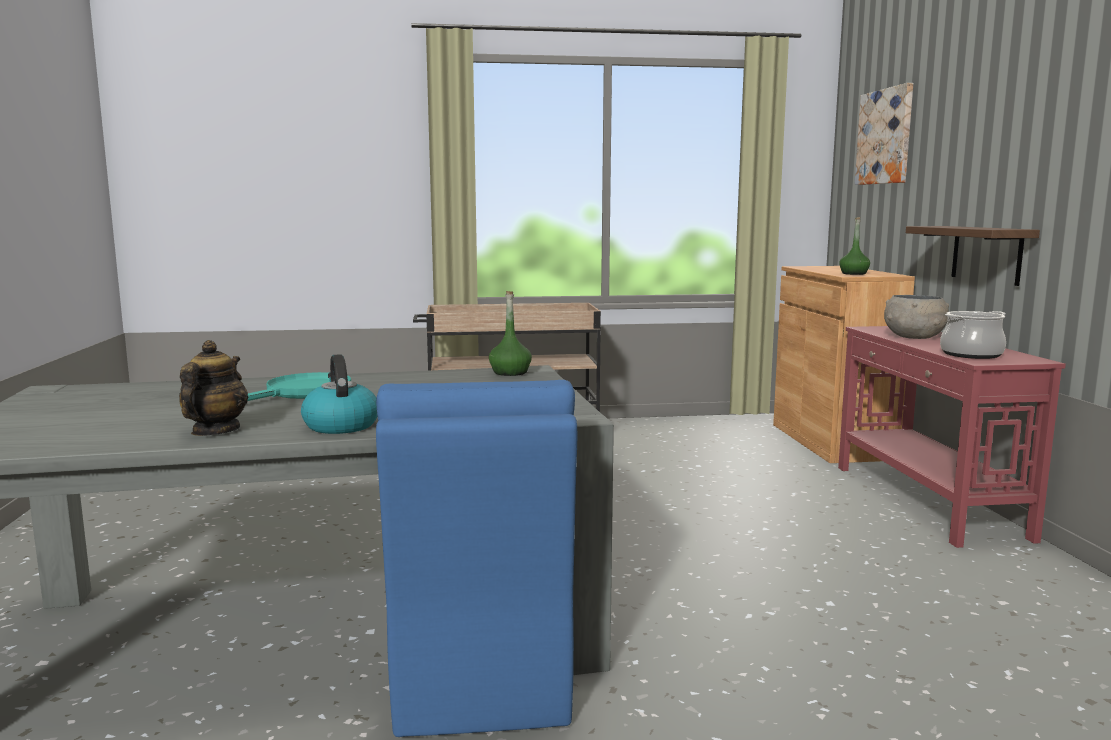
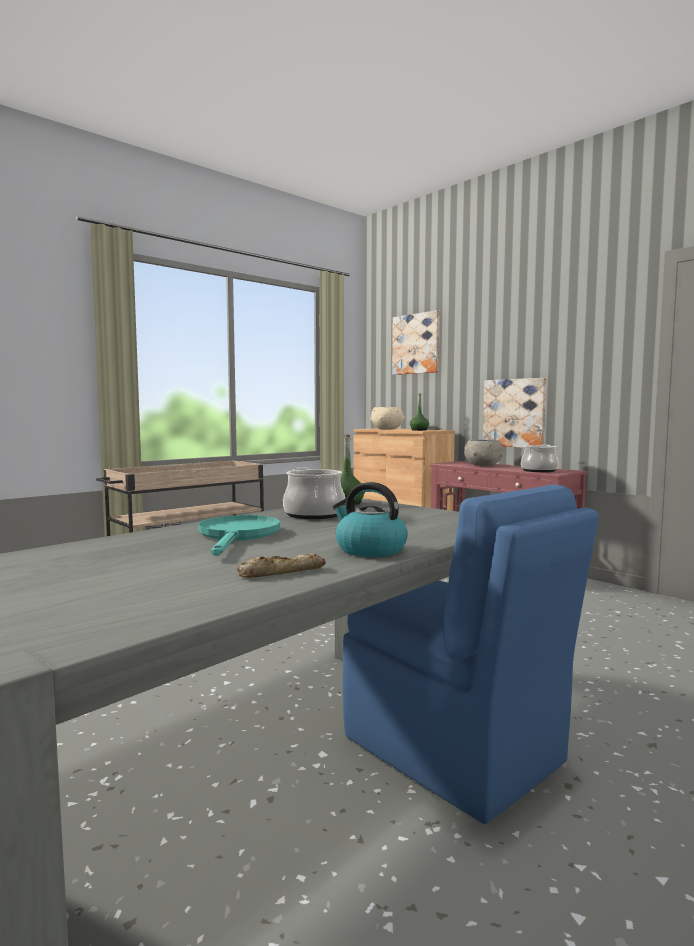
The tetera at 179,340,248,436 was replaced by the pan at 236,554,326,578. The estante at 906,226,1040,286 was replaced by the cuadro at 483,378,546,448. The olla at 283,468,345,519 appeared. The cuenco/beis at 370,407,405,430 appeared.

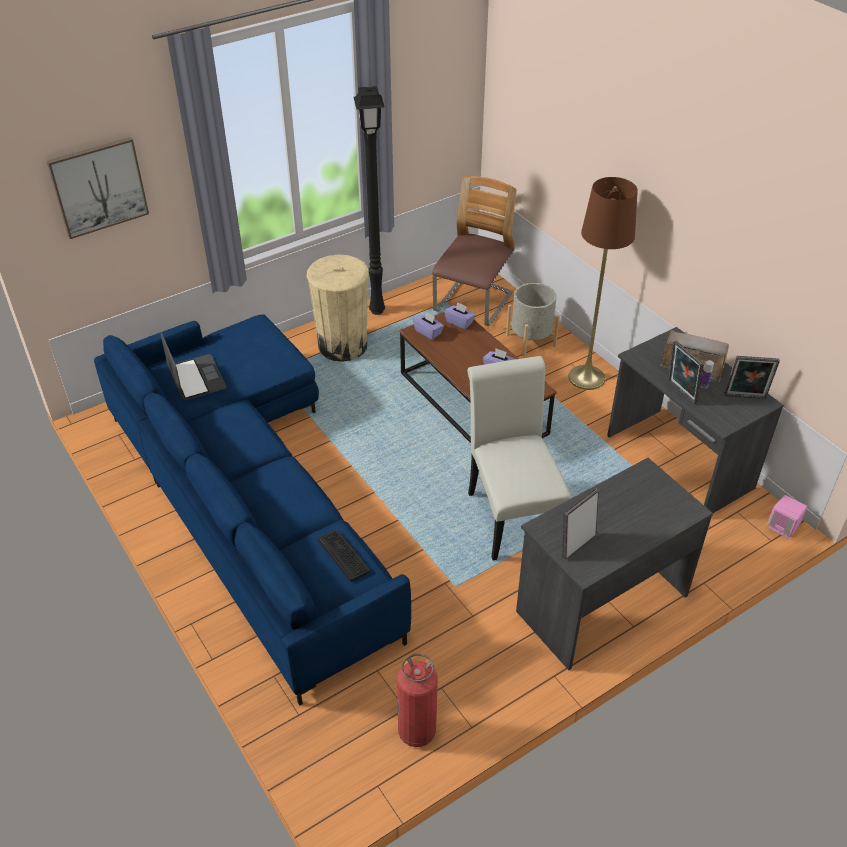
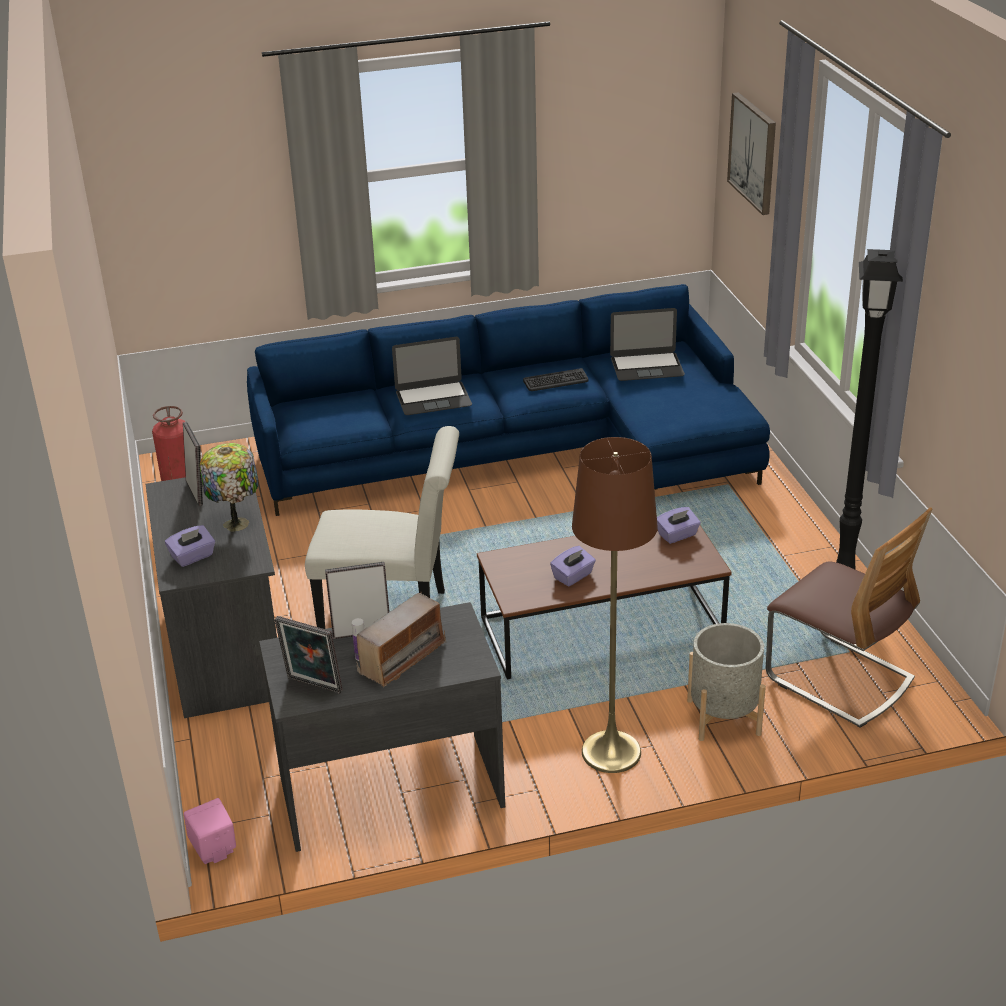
The papelera/beis at 307,254,369,362 disappeared. The teclado moved from 318,530,370,582 to 523,368,589,391. The caja de pañuelos/morado moved from 444,302,475,329 to 165,525,215,567. The portarretratos at 724,356,780,399 turned 90 degrees counterclockwise. The lámpara de mesa at 200,443,258,532 appeared. The portátil at 392,337,472,415 appeared.

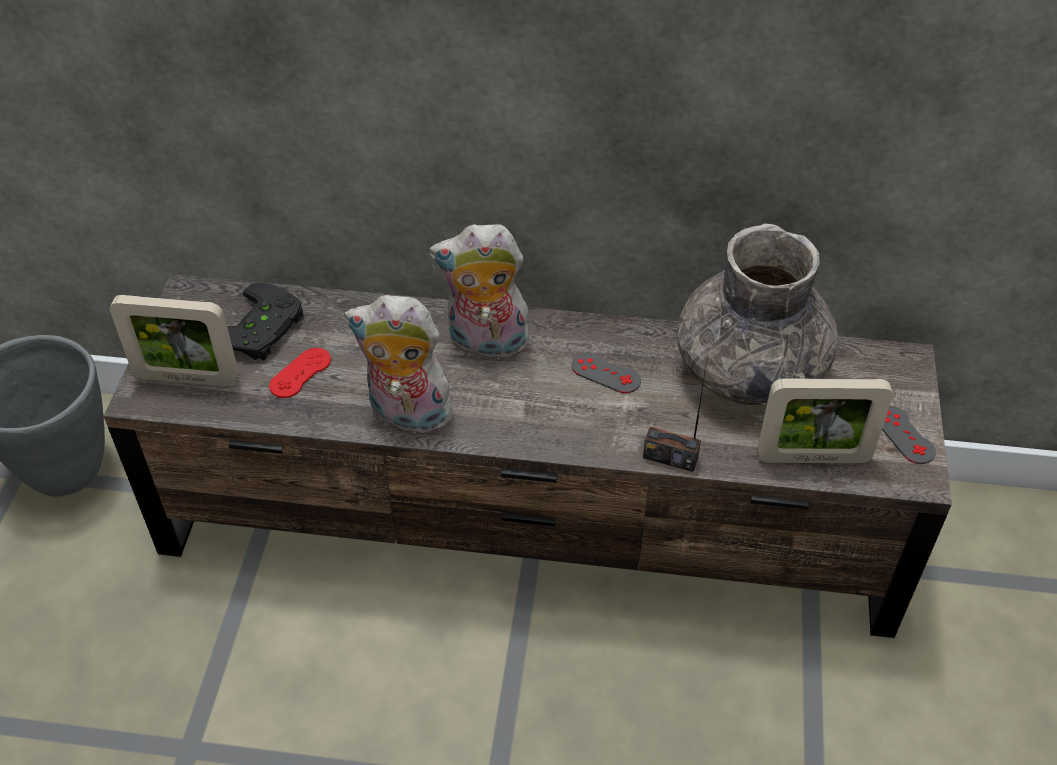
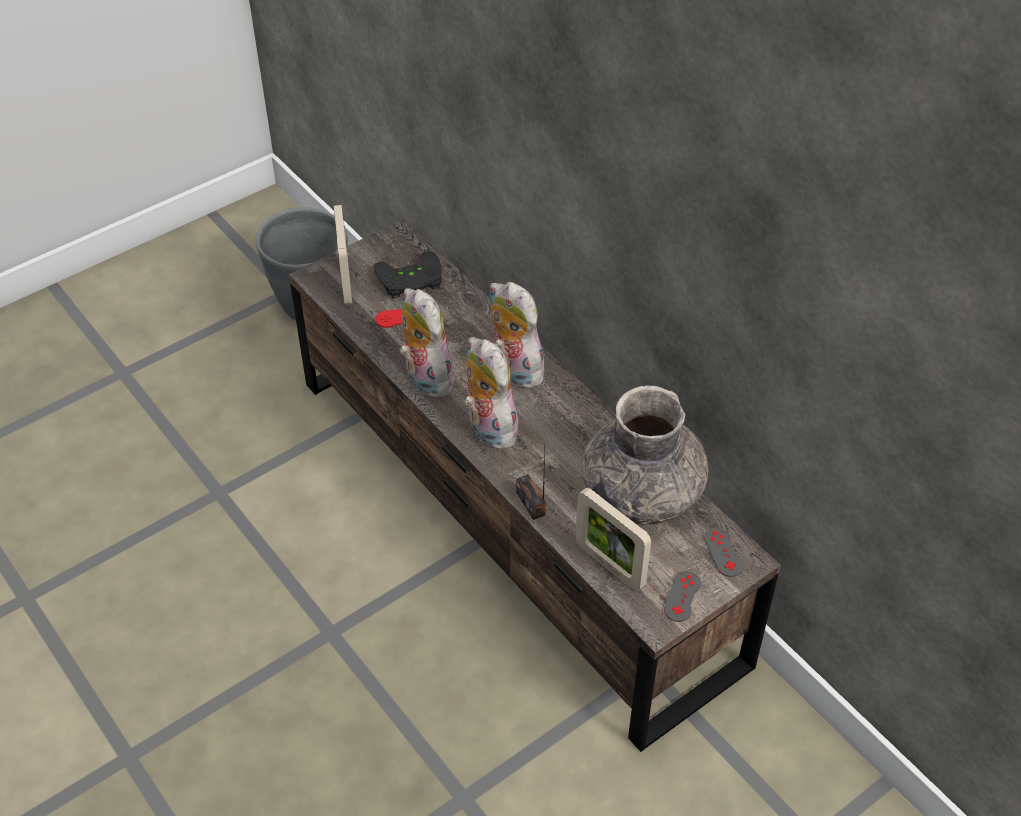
The portarretratos at 110,295,239,386 turned 150 degrees counterclockwise. The mando de consola/gris moved from 571,353,641,393 to 704,528,743,577. The peluche at 464,337,519,449 appeared.

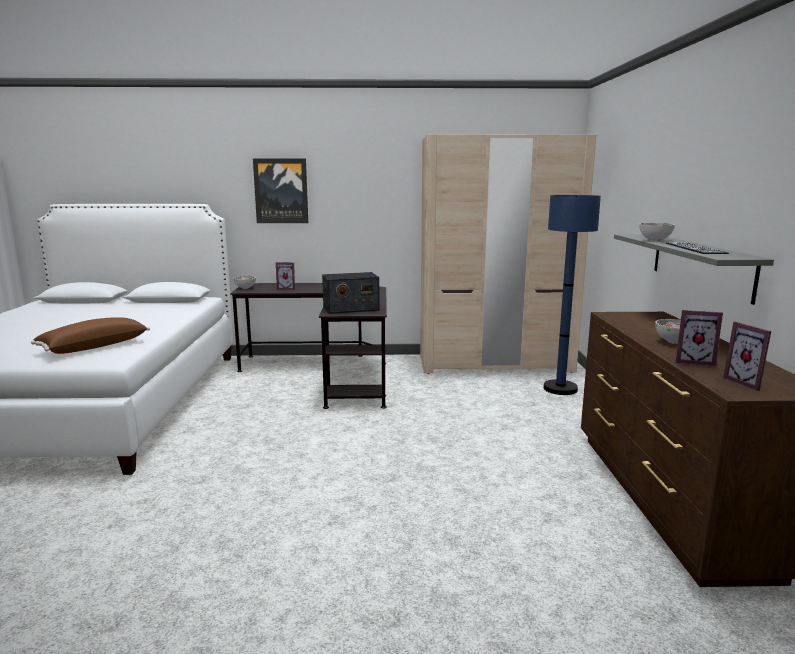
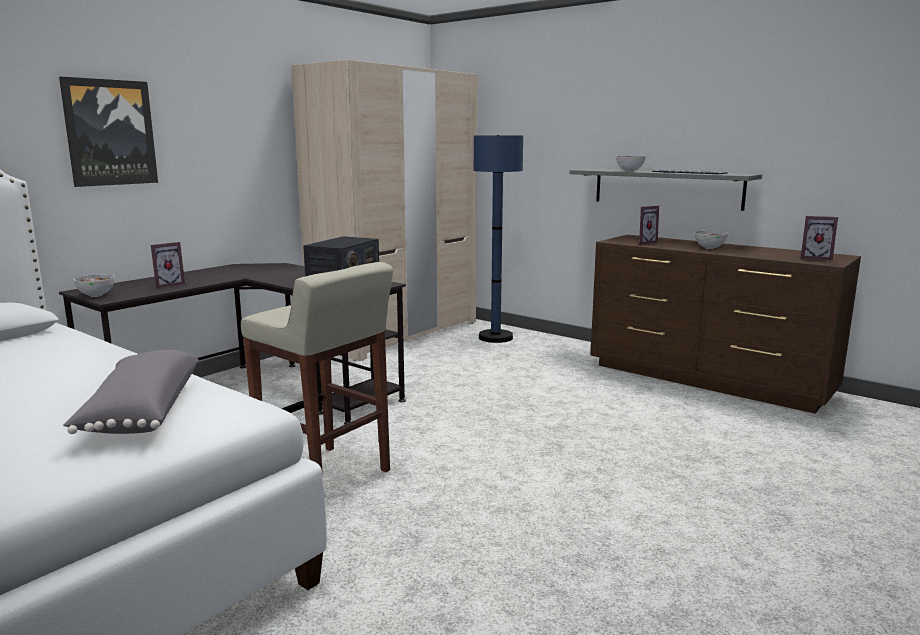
The cojín/marrón at 31,317,150,354 became the cojín/gris at 63,350,199,434. The portarretratos moved from 676,310,723,366 to 638,205,659,245. The taburete/beis at 241,262,393,475 appeared.

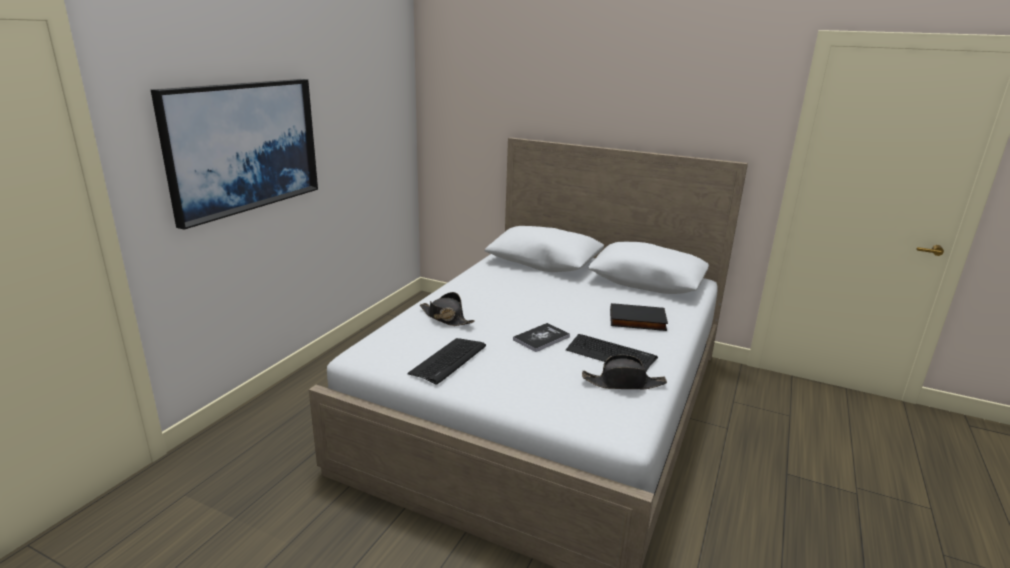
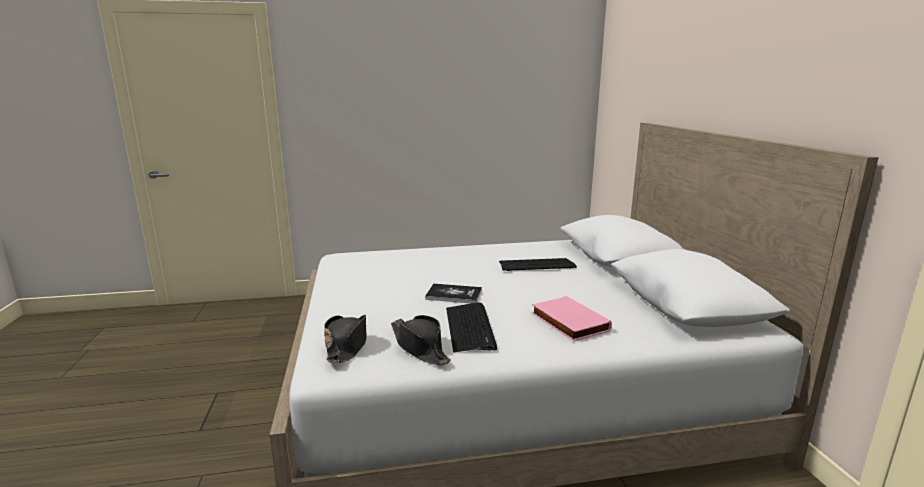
The cuadro at 151,79,318,230 disappeared. The teclado moved from 407,338,486,385 to 499,258,577,271. The sombrero/negro moved from 420,292,475,326 to 324,315,367,363. The libro/negro at 610,303,668,331 became the libro/rosa at 532,296,612,341.

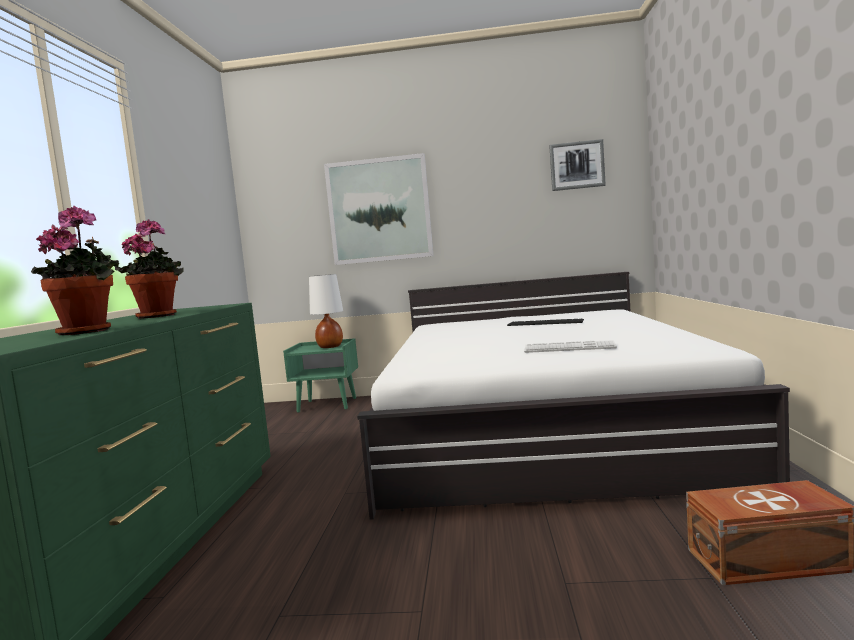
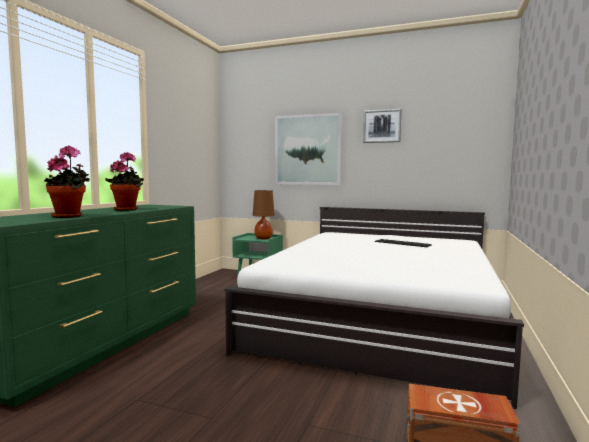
The lámpara de mesa/blanco at 309,274,343,348 became the lámpara de mesa/marrón at 253,190,275,239. The teclado at 524,340,617,353 disappeared. The cuadro moved from 549,139,606,191 to 363,109,402,143.

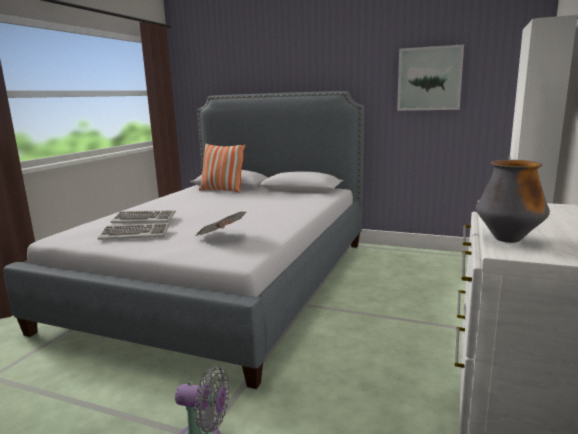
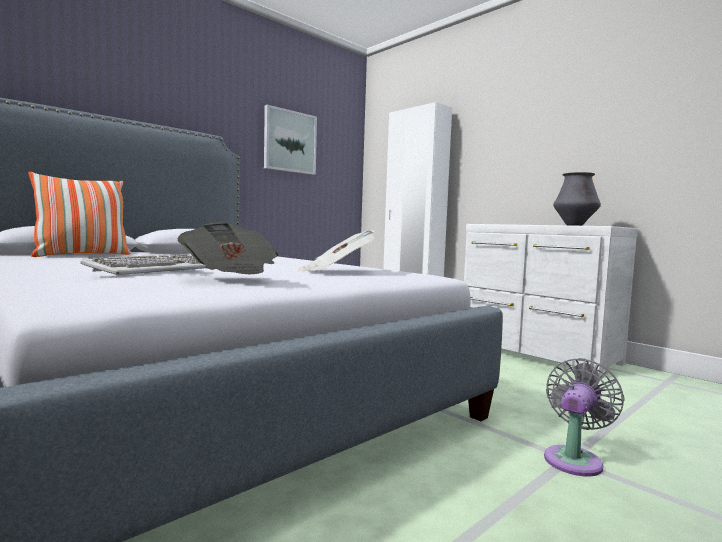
The teclado at 98,223,170,240 was replaced by the periódico at 177,222,278,274.

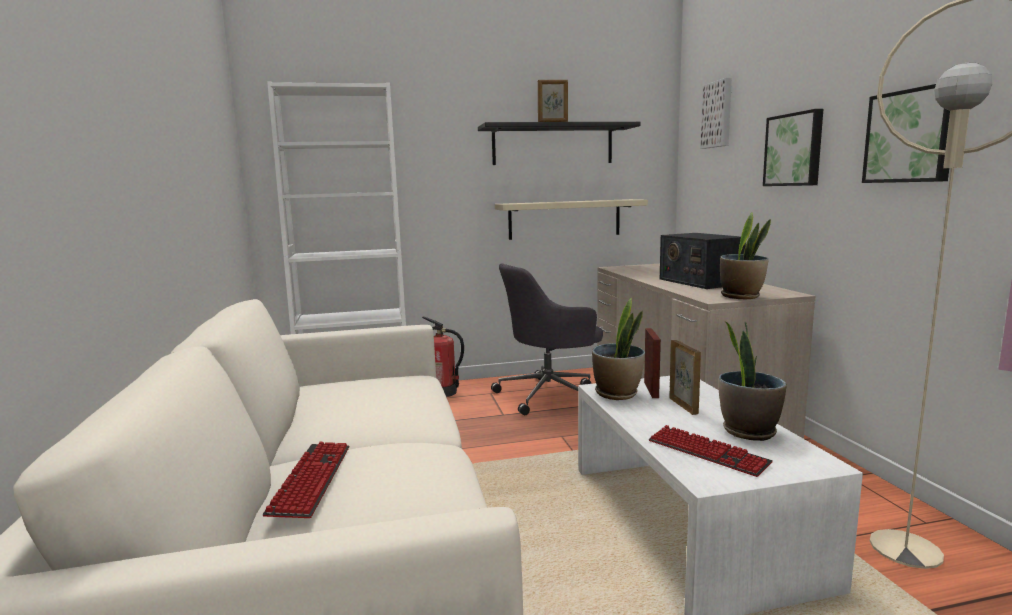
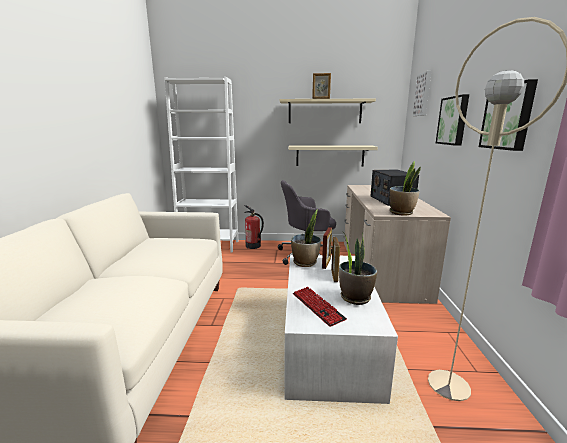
The teclado at 262,441,350,518 disappeared. The estante/negro at 478,122,641,165 became the estante/beis at 280,99,376,123.

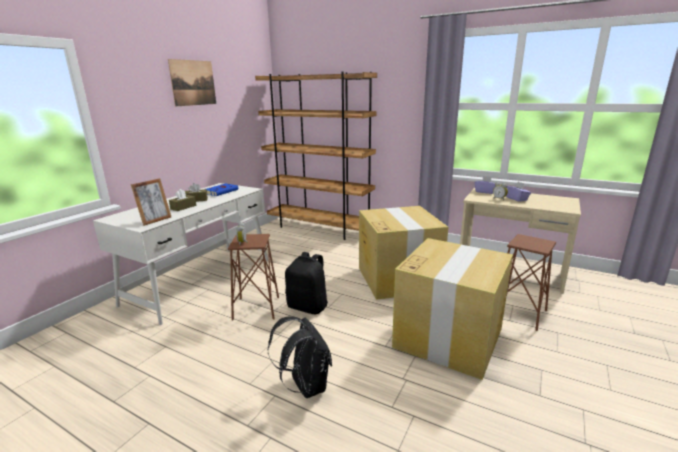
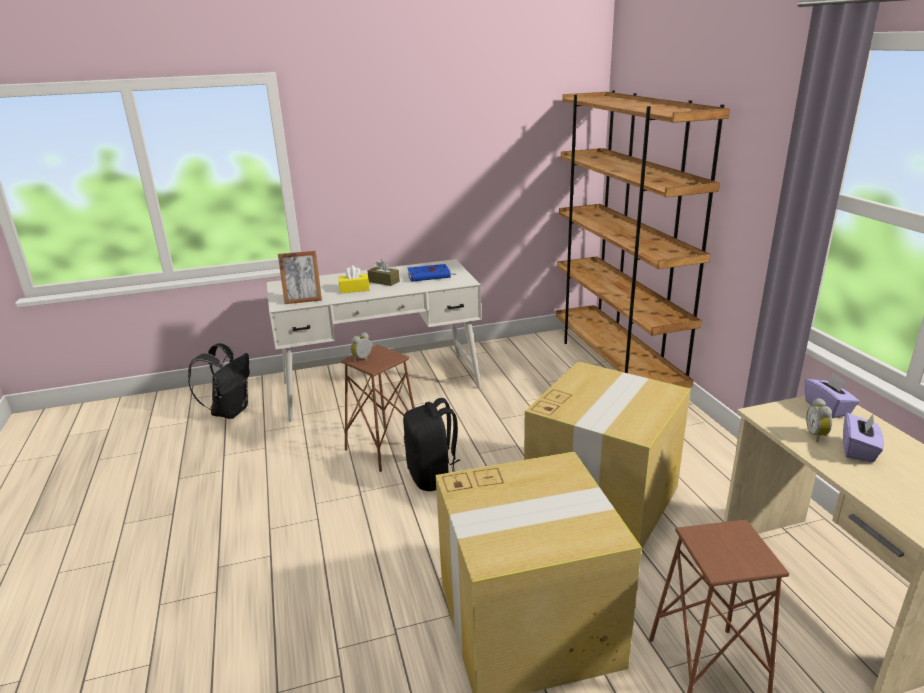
The cuadro at 168,59,216,106 disappeared. The caja de pañuelos/marrón at 169,189,196,211 became the caja de pañuelos/amarillo at 339,265,369,293. The mochila/negro moved from 268,316,332,398 to 188,343,250,419.

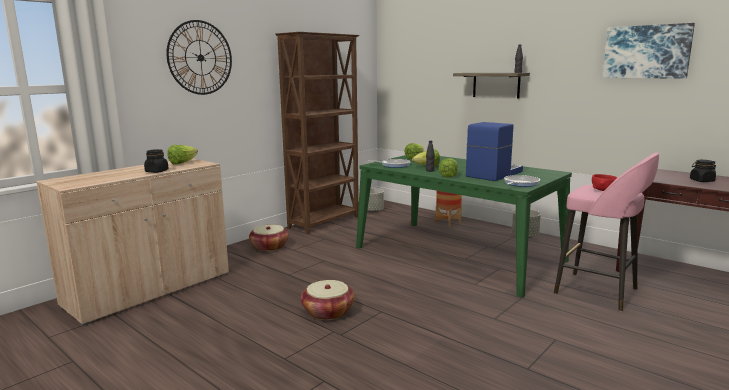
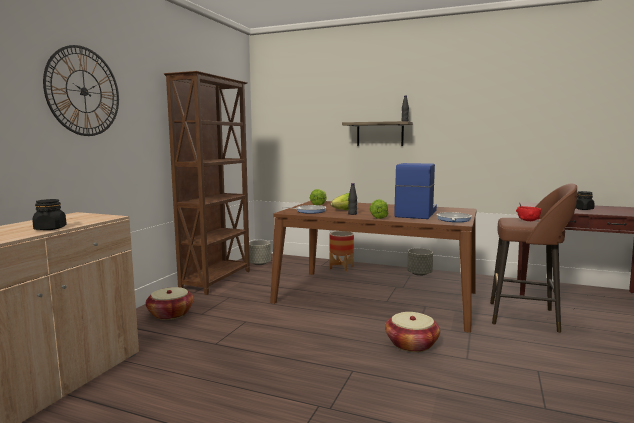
The lechuga at 167,145,198,165 disappeared. The cesta moved from 301,280,354,320 to 385,312,440,352. The mesa de comedor/verde at 356,155,572,298 became the mesa de comedor/marrón at 270,201,477,333. The taburete/rosa at 554,153,659,311 became the taburete/marrón at 490,184,577,333. The cuadro at 603,23,695,79 disappeared.

